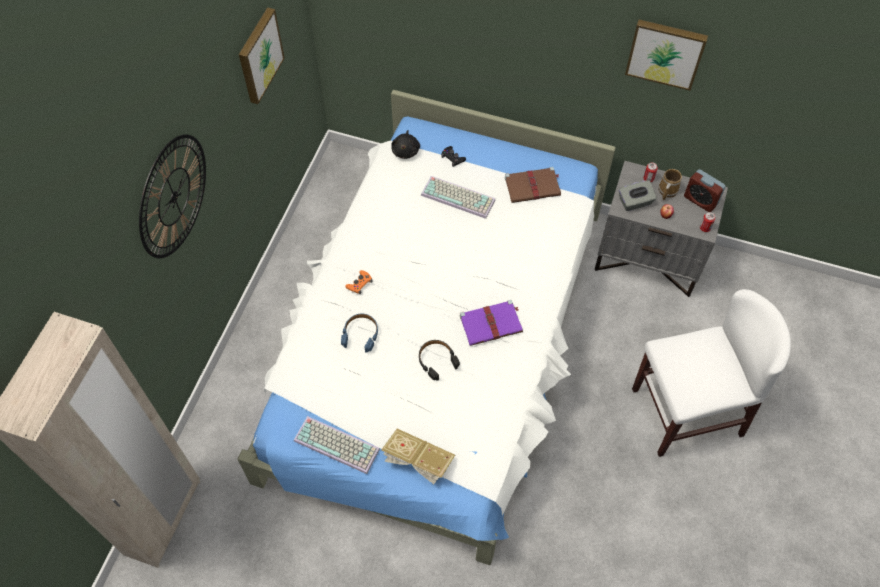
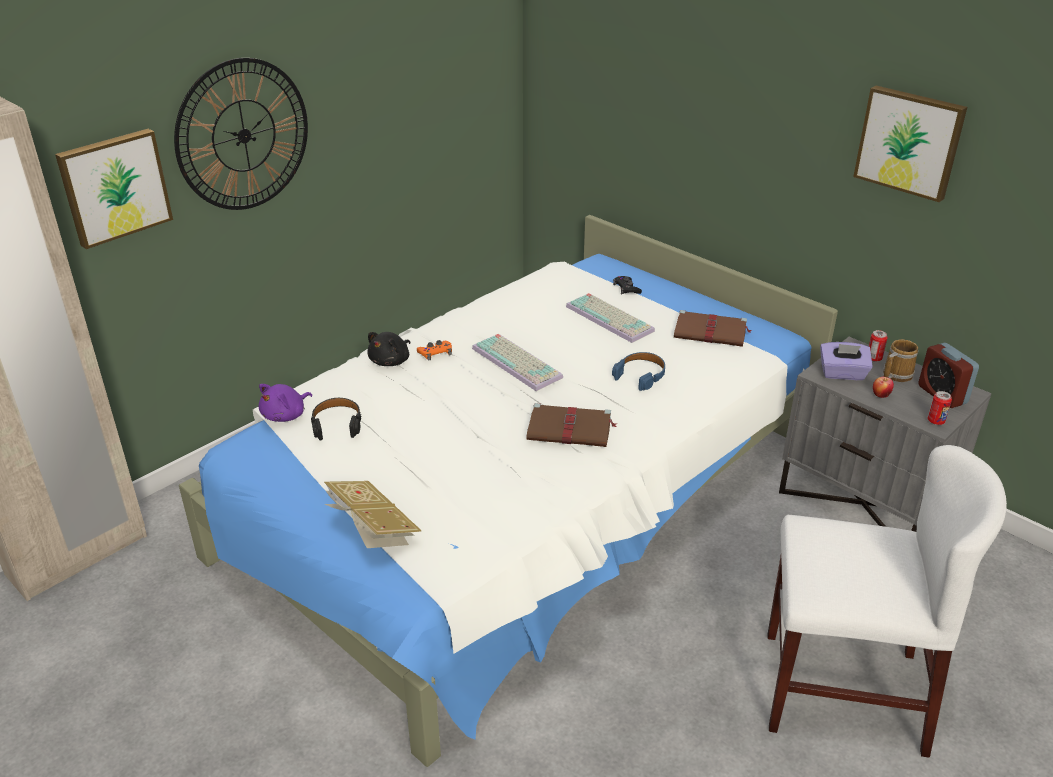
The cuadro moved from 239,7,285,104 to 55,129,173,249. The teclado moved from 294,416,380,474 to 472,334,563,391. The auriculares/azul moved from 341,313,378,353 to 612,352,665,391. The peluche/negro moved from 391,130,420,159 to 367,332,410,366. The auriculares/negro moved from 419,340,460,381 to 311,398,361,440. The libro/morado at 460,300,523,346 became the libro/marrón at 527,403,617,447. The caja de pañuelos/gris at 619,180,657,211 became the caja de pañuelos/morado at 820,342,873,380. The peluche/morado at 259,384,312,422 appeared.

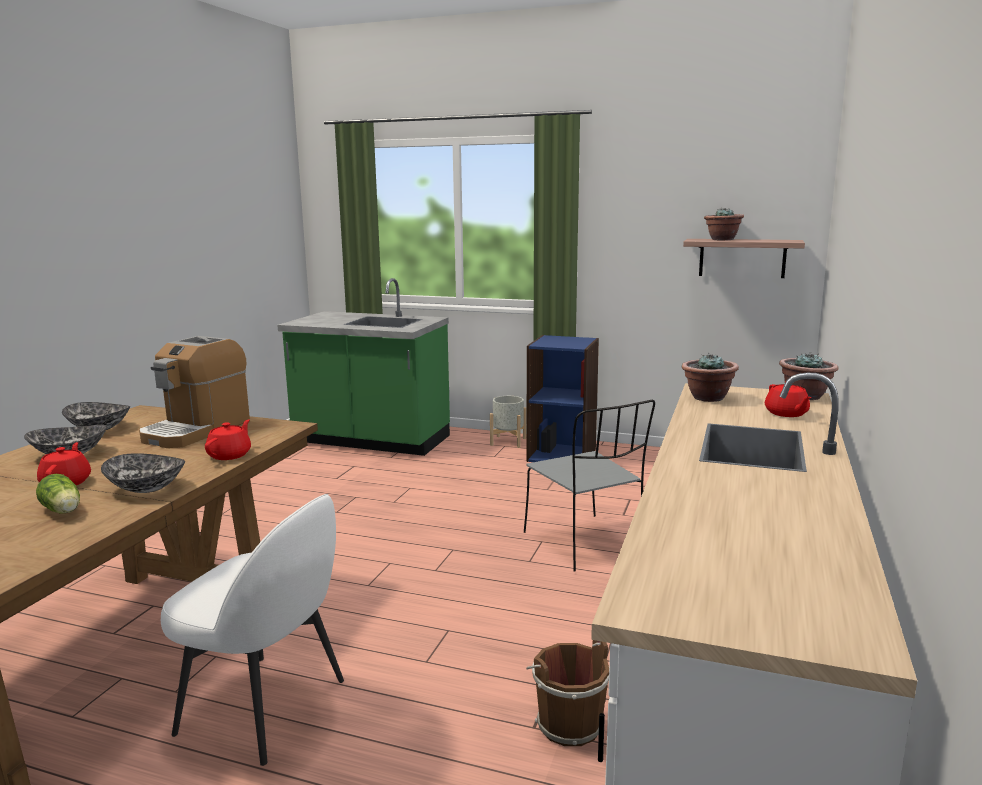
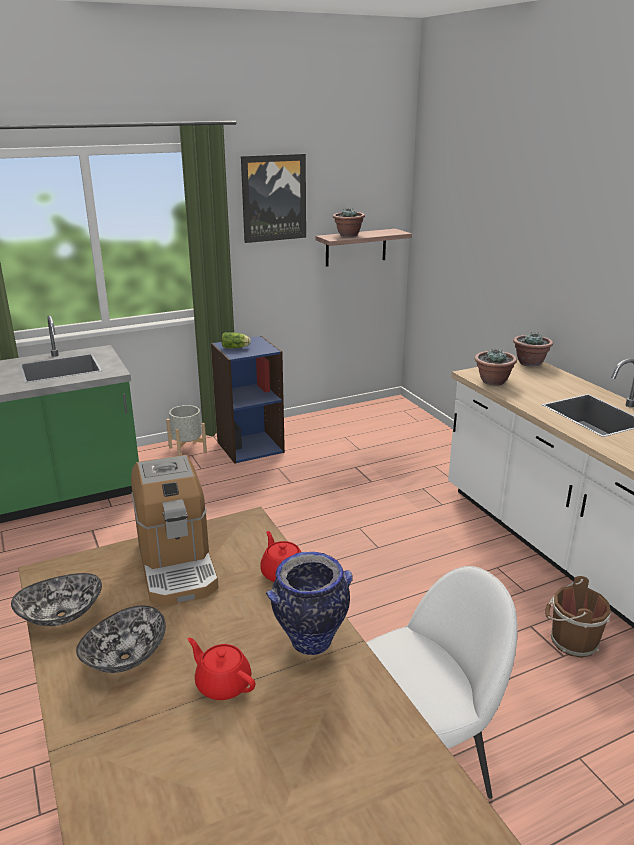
The lechuga moved from 36,474,80,514 to 221,332,251,348. The cuenco at 101,453,185,493 was replaced by the florero at 266,552,353,655. The silla/gris at 524,400,655,572 disappeared. The tetera/rojo at 765,382,811,417 disappeared. The cuadro at 241,154,306,243 appeared.

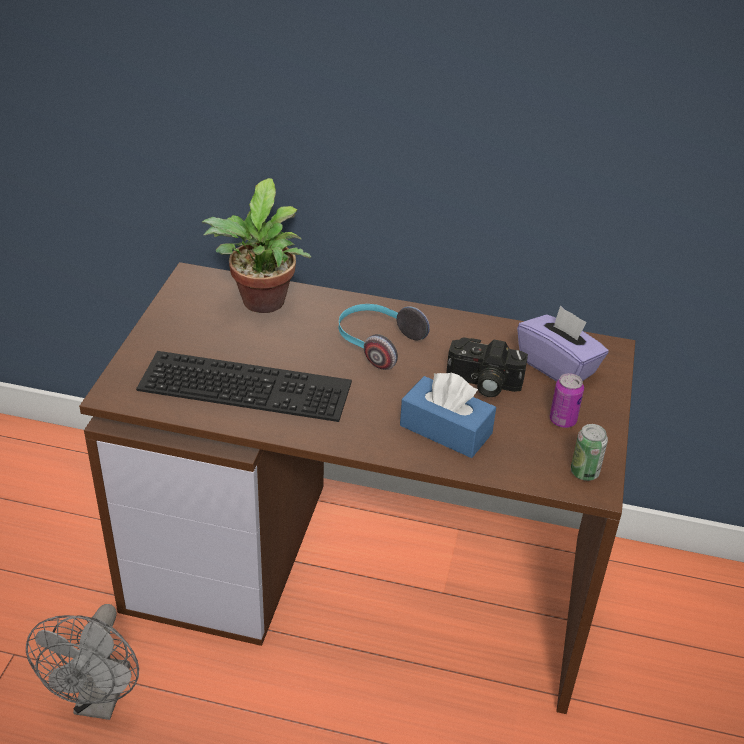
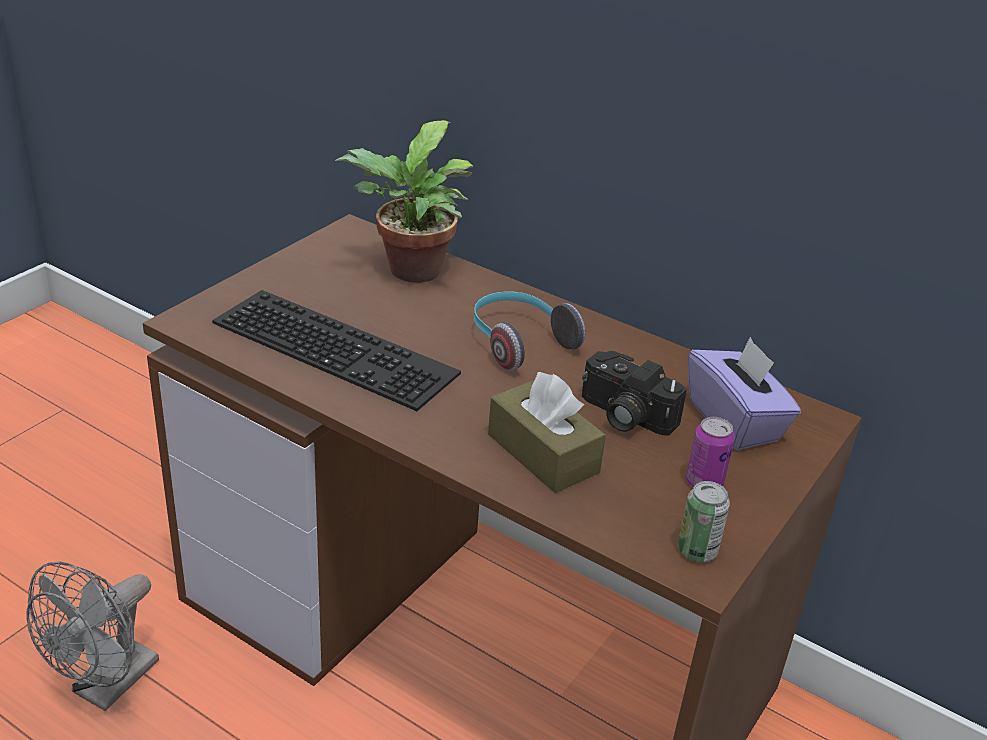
The caja de pañuelos/azul at 400,373,496,458 became the caja de pañuelos/marrón at 488,372,606,493.

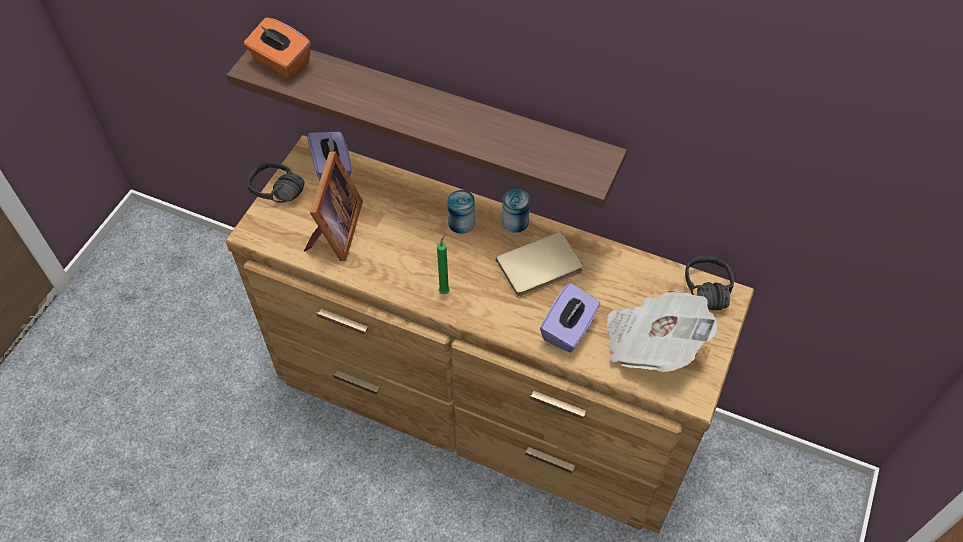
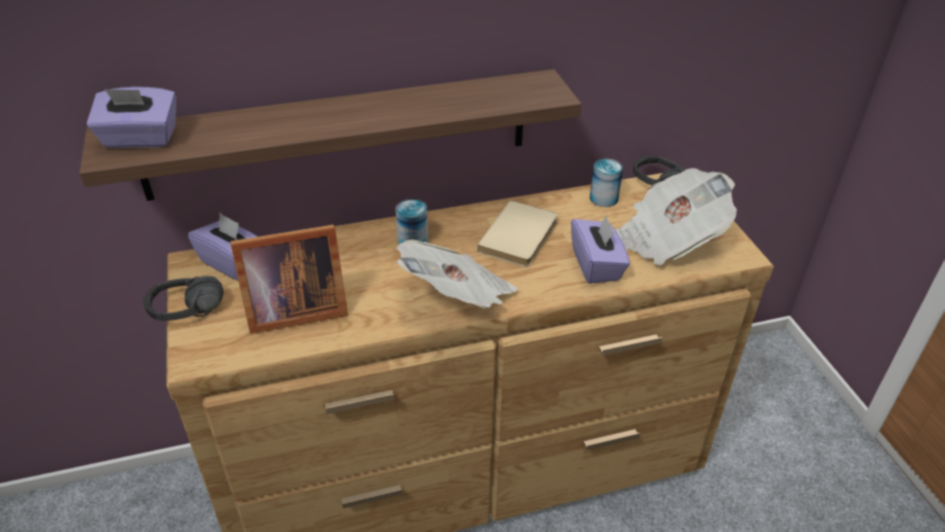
The caja de pañuelos/naranja at 244,17,311,79 became the caja de pañuelos/morado at 87,87,176,148. The portarretratos at 304,151,363,261 turned 105 degrees clockwise. The vela/verde at 437,234,450,294 was replaced by the periódico at 396,239,518,309. The lata moved from 502,189,530,233 to 590,159,623,207.

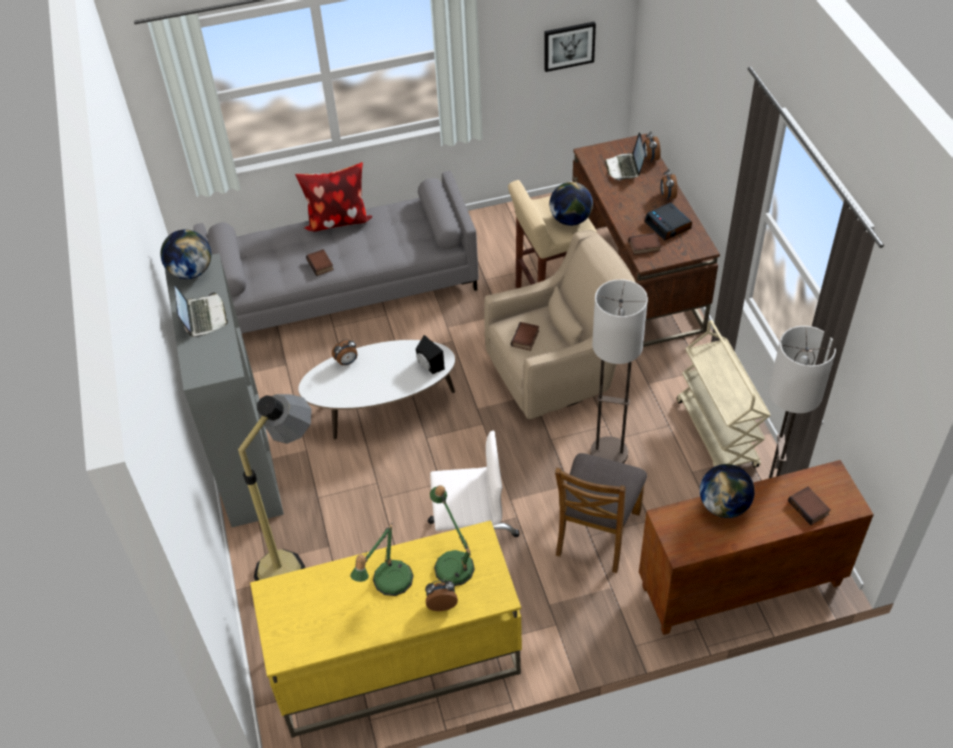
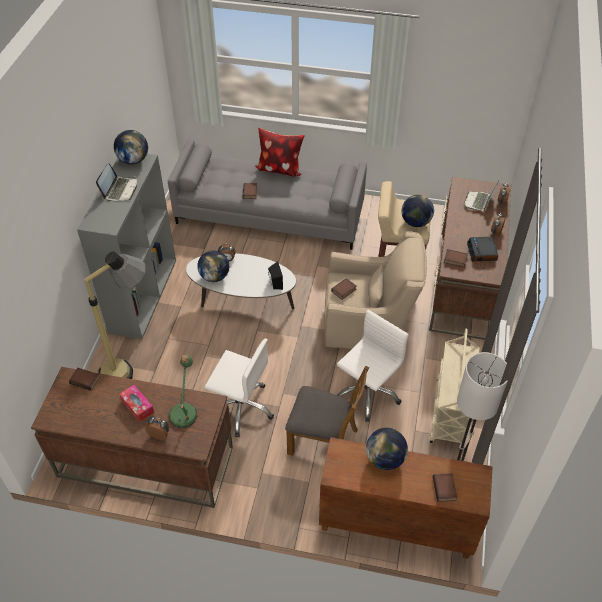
The escritorio/amarillo at 250,520,522,738 became the escritorio/marrón at 31,367,233,508. The lámpara de mesa at 350,523,414,596 was replaced by the caja de pañuelos at 119,385,154,422. The cuadro at 544,22,596,72 disappeared. The silla/marrón at 555,453,647,573 turned 120 degrees counterclockwise. The lámpara de pie at 590,279,648,463 was replaced by the silla de oficina/blanco at 337,310,408,422. The libro at 69,368,100,391 appeared. The globo terráqueo at 197,250,229,282 appeared.

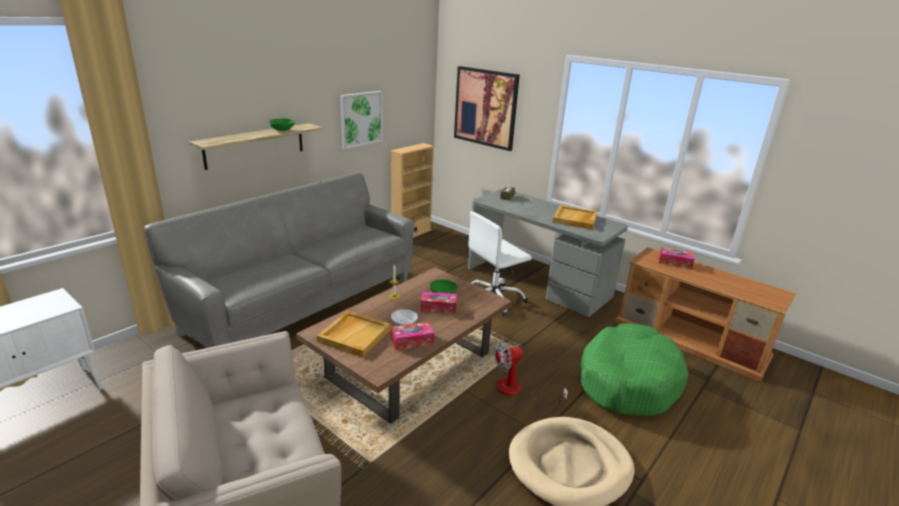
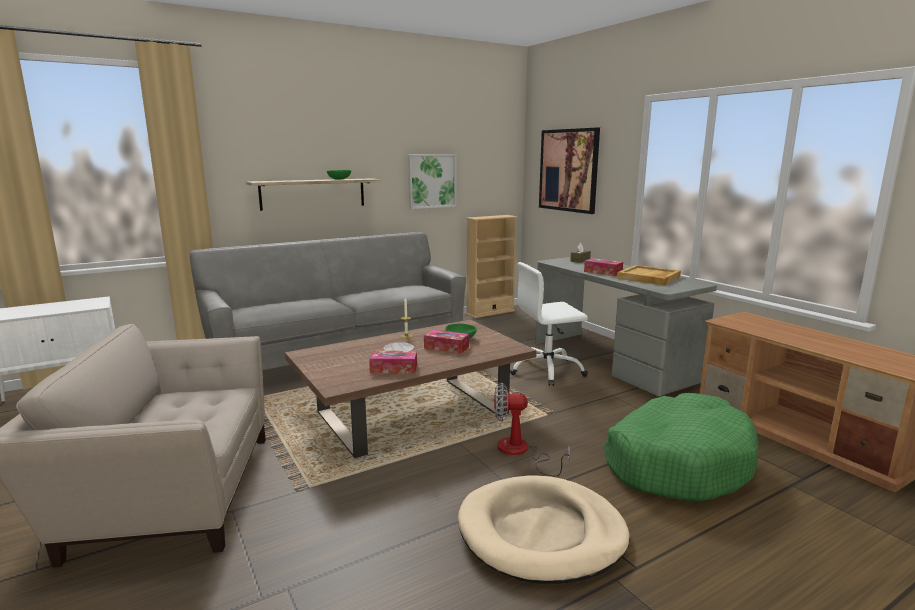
The bandeja/beis at 317,311,391,357 disappeared. The caja de pañuelos moved from 659,247,695,269 to 584,258,623,276.

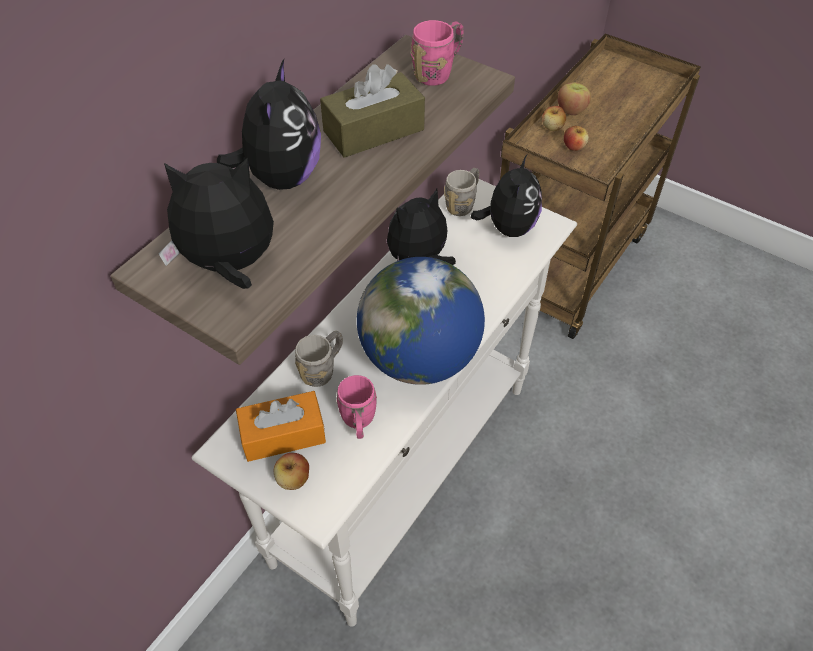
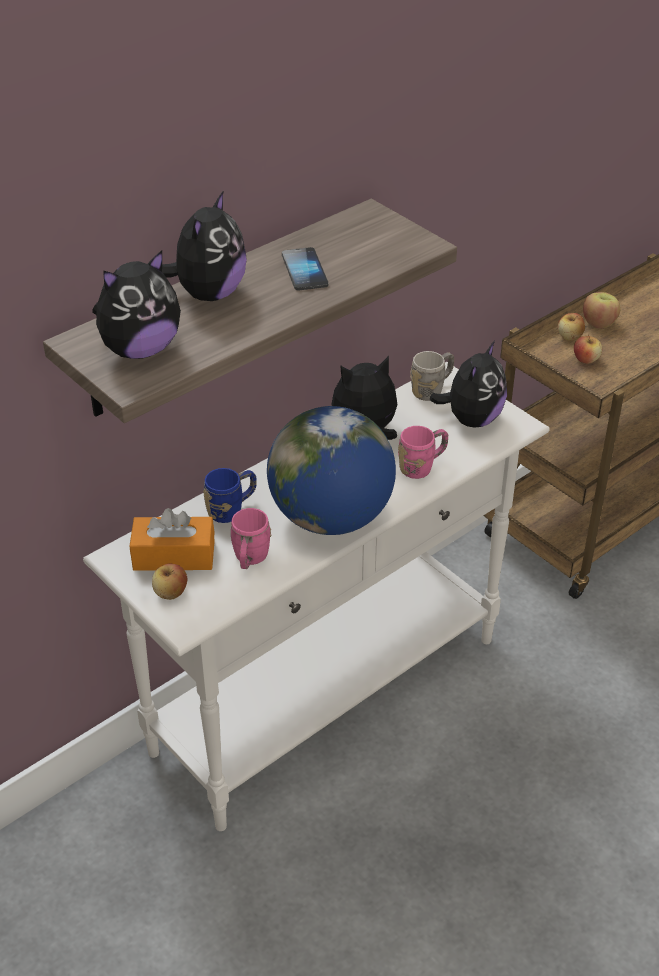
The peluche at 159,157,274,289 turned 135 degrees clockwise. The taza grande/gris at 295,331,343,387 became the taza grande/azul at 203,468,257,523. The caja de pañuelos/marrón at 320,64,425,158 was replaced by the móvil at 282,247,329,290. The taza grande/rosa moved from 411,20,464,86 to 398,426,448,479.

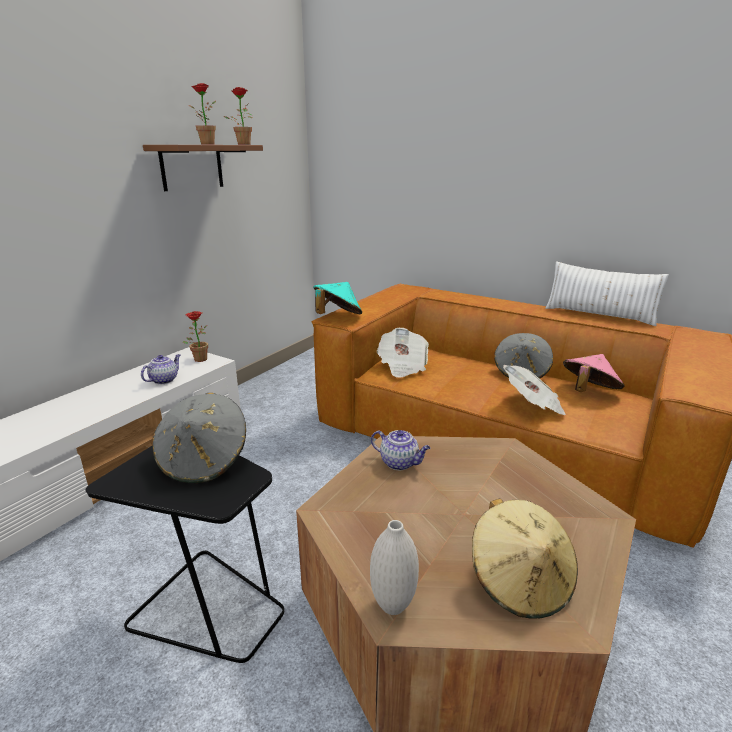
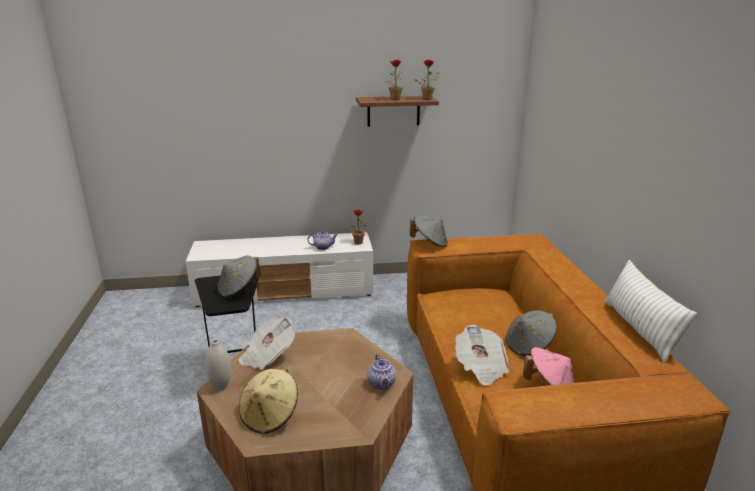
The sombrero/turquesa at 313,282,362,315 became the sombrero/gris at 410,215,448,247. The tetera moved from 371,430,431,470 to 367,354,396,390. The periódico moved from 377,328,429,378 to 238,317,295,370.

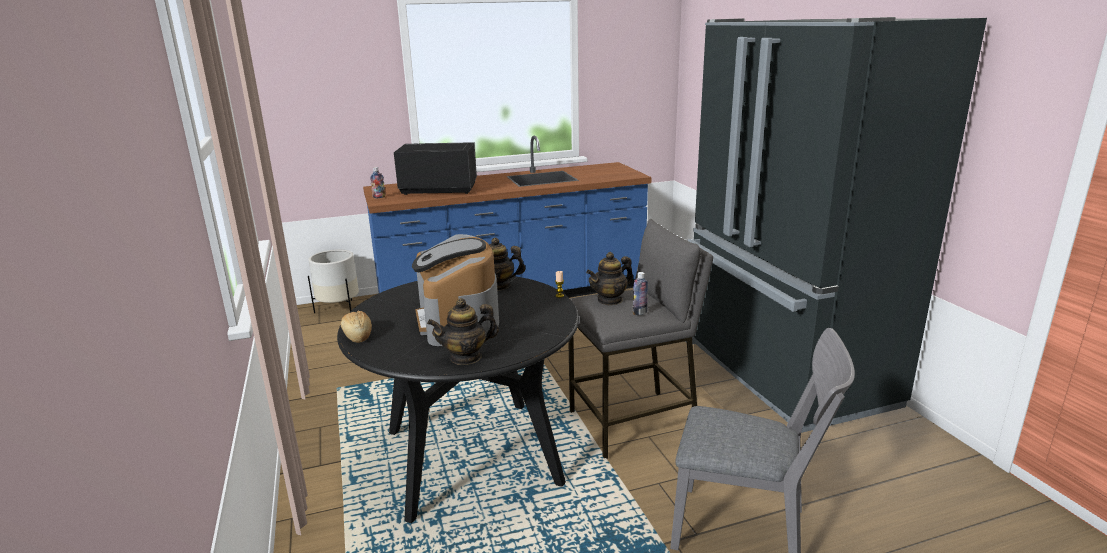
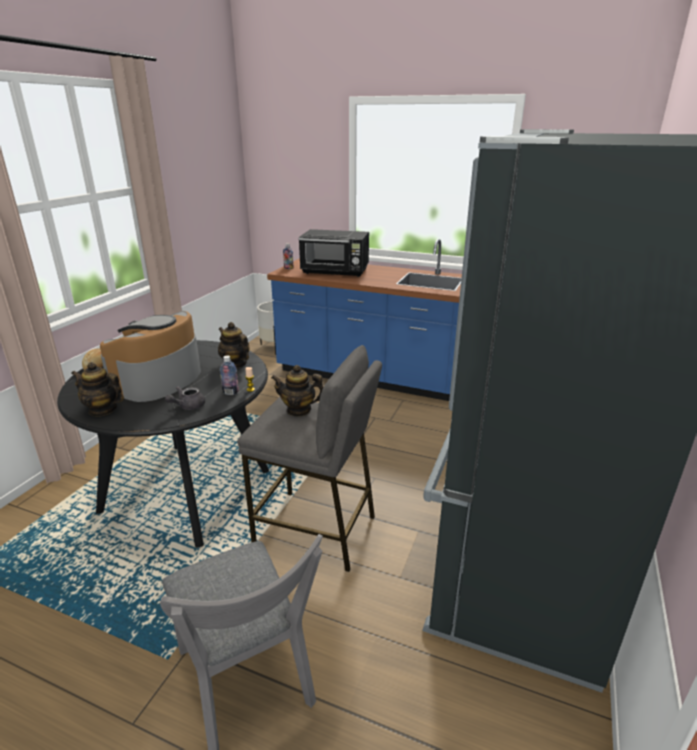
The microondas/negro at 394,142,477,195 turned 150 degrees clockwise. The botella moved from 633,272,648,315 to 220,356,239,395. The tetera/gris at 165,387,205,410 appeared.

